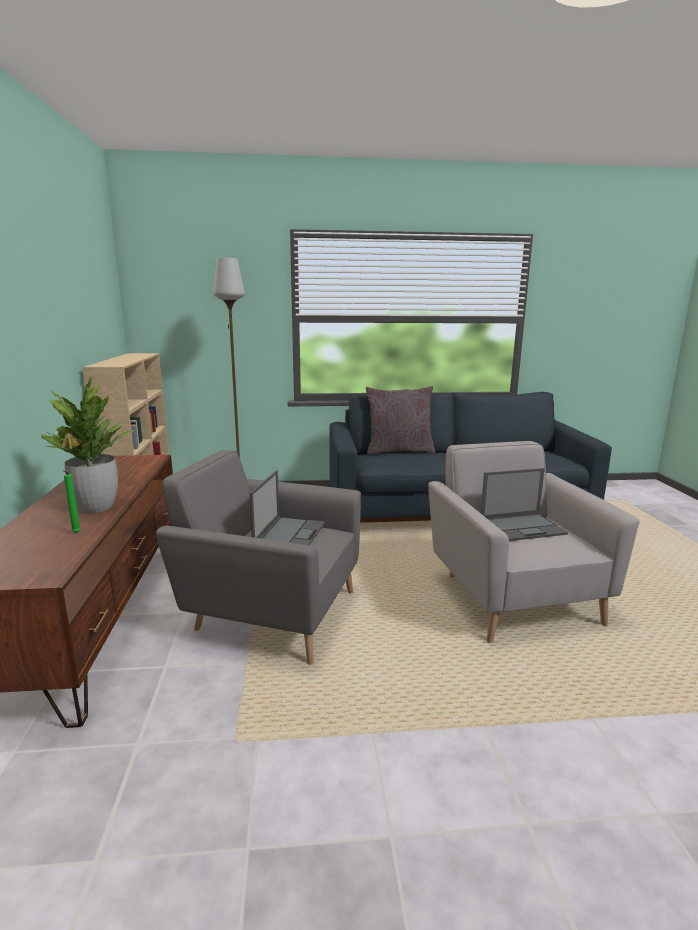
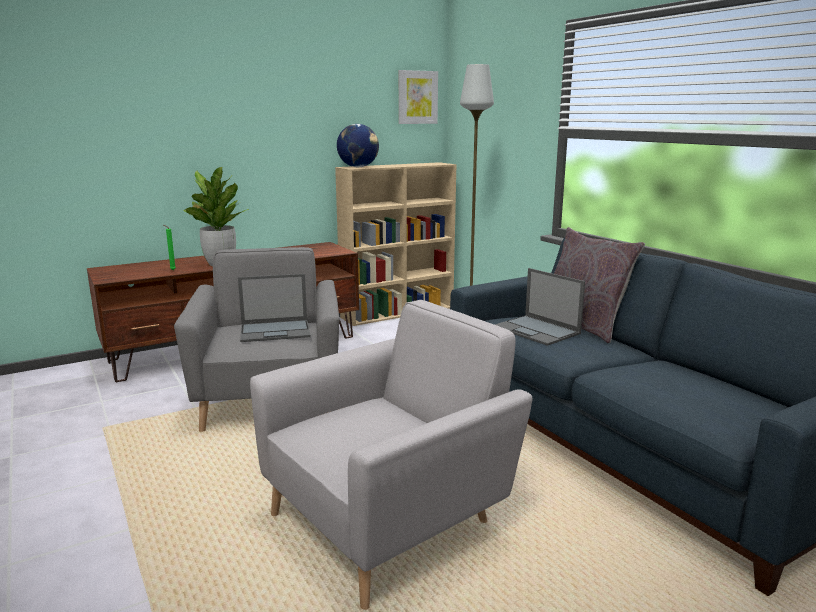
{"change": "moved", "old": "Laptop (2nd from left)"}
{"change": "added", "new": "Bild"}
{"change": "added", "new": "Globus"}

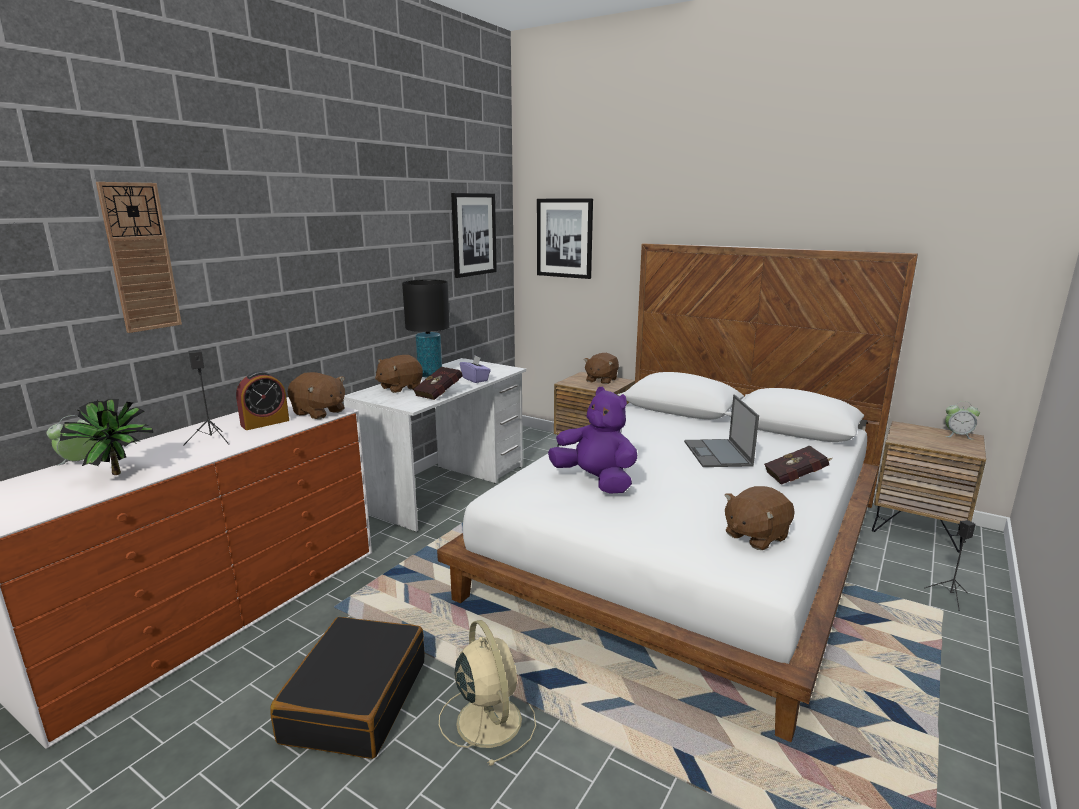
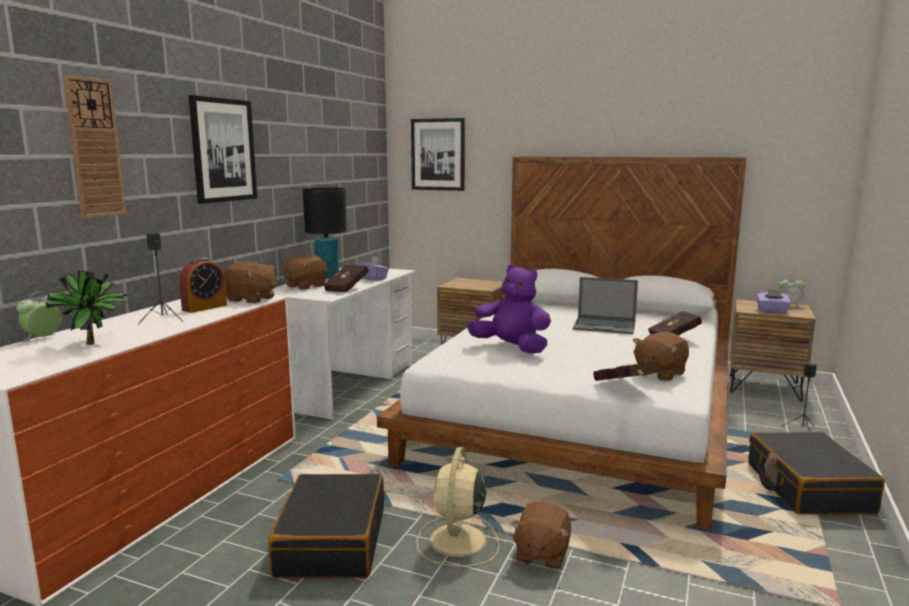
{"change": "moved", "old": "Bild (1st from left)"}
{"change": "moved", "old": "Plüschtier (braun) (3rd from left)"}
{"change": "turned", "old": "Laptop", "degrees": -60}
{"change": "turned", "old": "Ventilator (beige)", "degrees": -135}
{"change": "added", "new": "Taschentuchbox (lila) (2nd from left)"}
{"change": "added", "new": "Buch (rot) (2nd from left)"}
{"change": "added", "new": "Koffer (schwarz) (2nd from left)"}

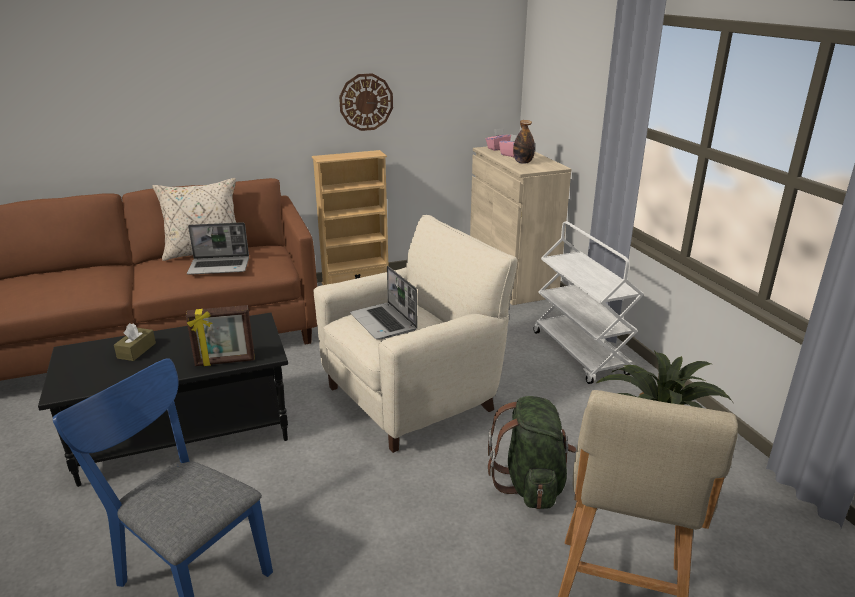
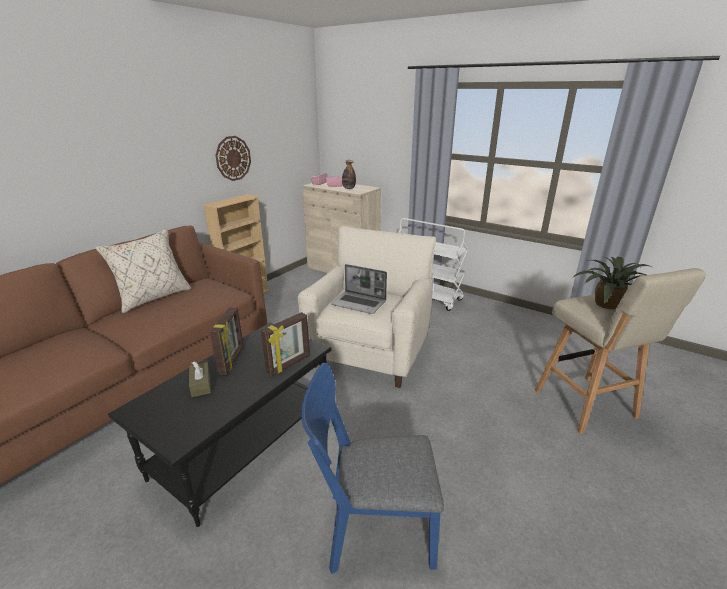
{"change": "removed", "old": "Laptop (1st from left)"}
{"change": "removed", "old": "Rucksack (grün)"}
{"change": "added", "new": "Bilderrahmen (1st from left)"}

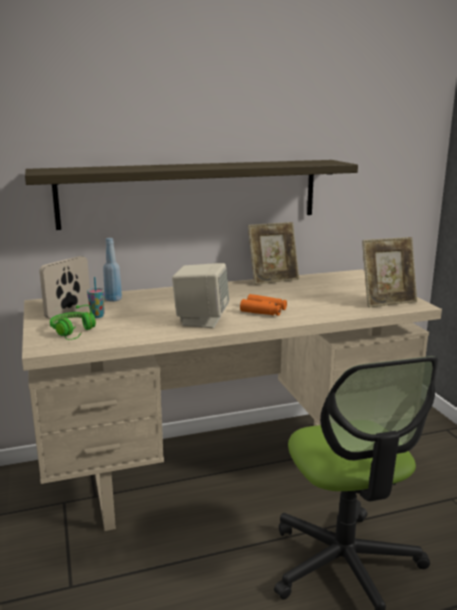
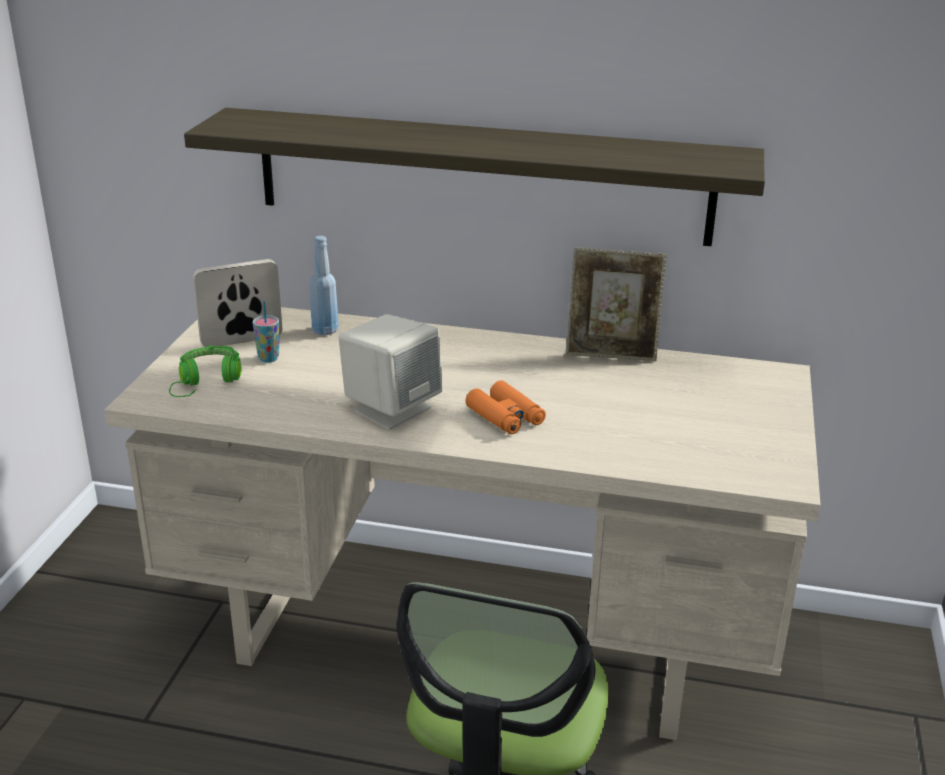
{"change": "removed", "old": "Bilderrahmen (3rd from left)"}

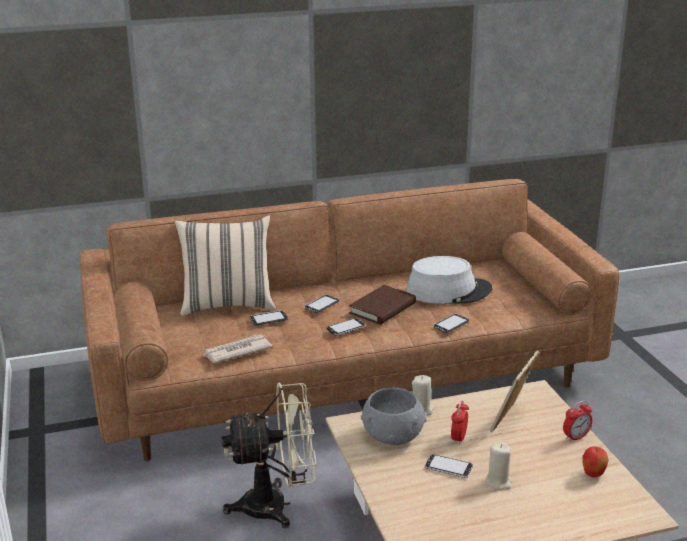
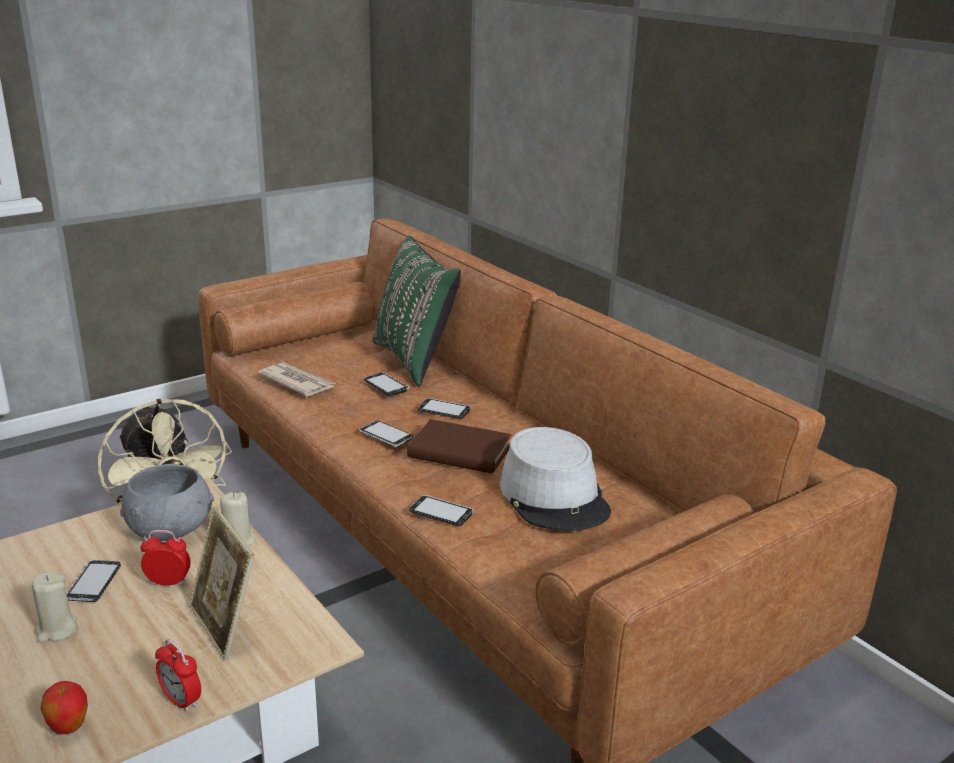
{"change": "recoloured", "old": "Kissen (beige)", "new": "Kissen (grün)"}
{"change": "turned", "old": "Bilderrahmen", "degrees": -135}

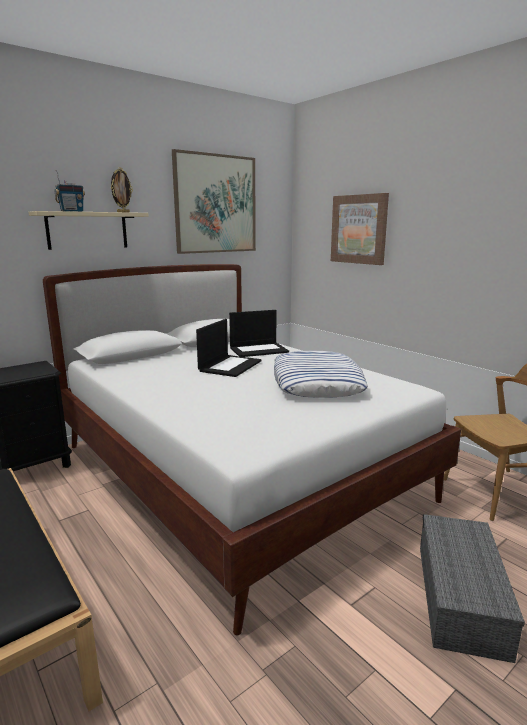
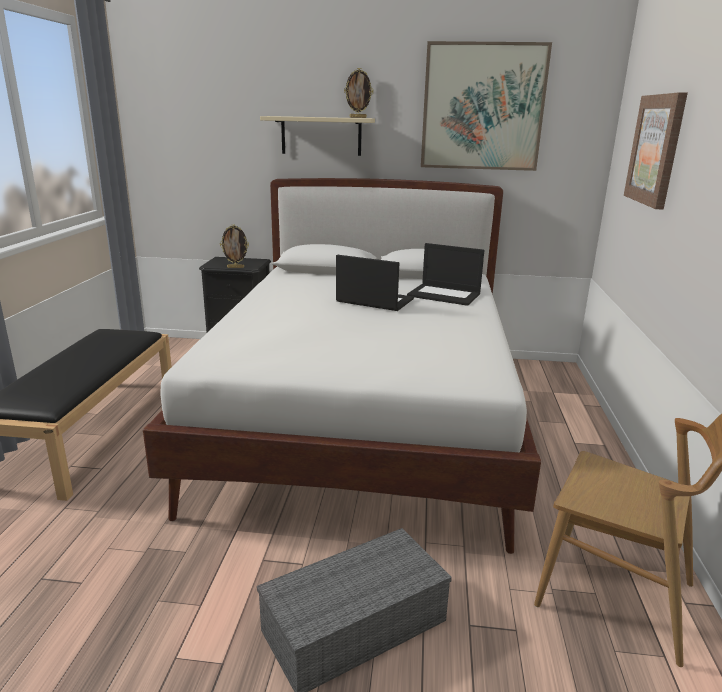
{"change": "removed", "old": "Radio"}
{"change": "turned", "old": "Laptop (1st from left)", "degrees": -135}
{"change": "removed", "old": "Kissen"}
{"change": "added", "new": "Bilderrahmen (1st from left)"}

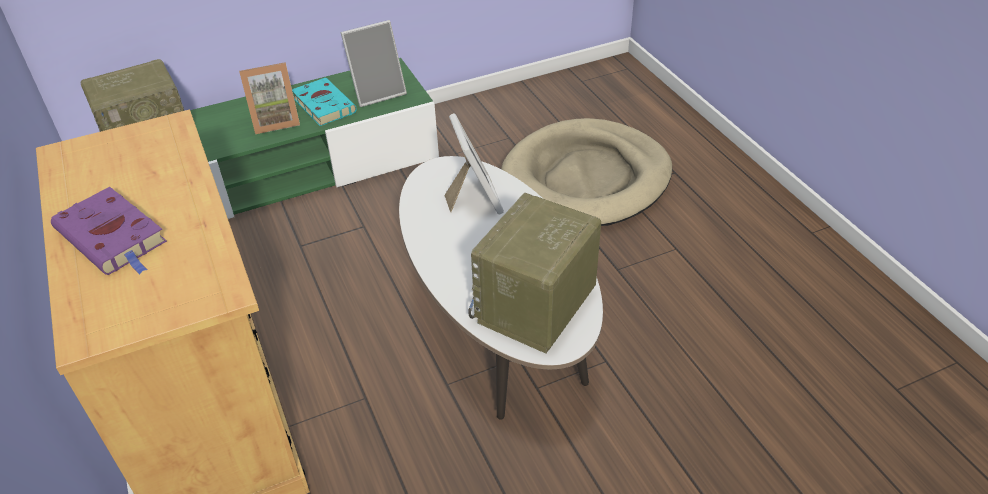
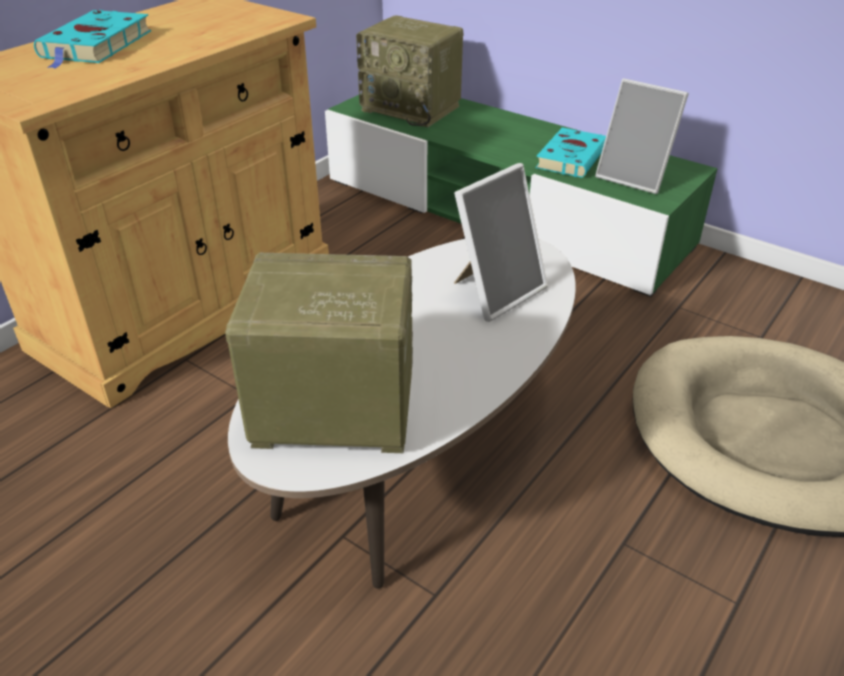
{"change": "removed", "old": "Bilderrahmen (1st from left)"}
{"change": "recoloured", "old": "Buch (lila)", "new": "Buch (türkis) (1st from left)"}

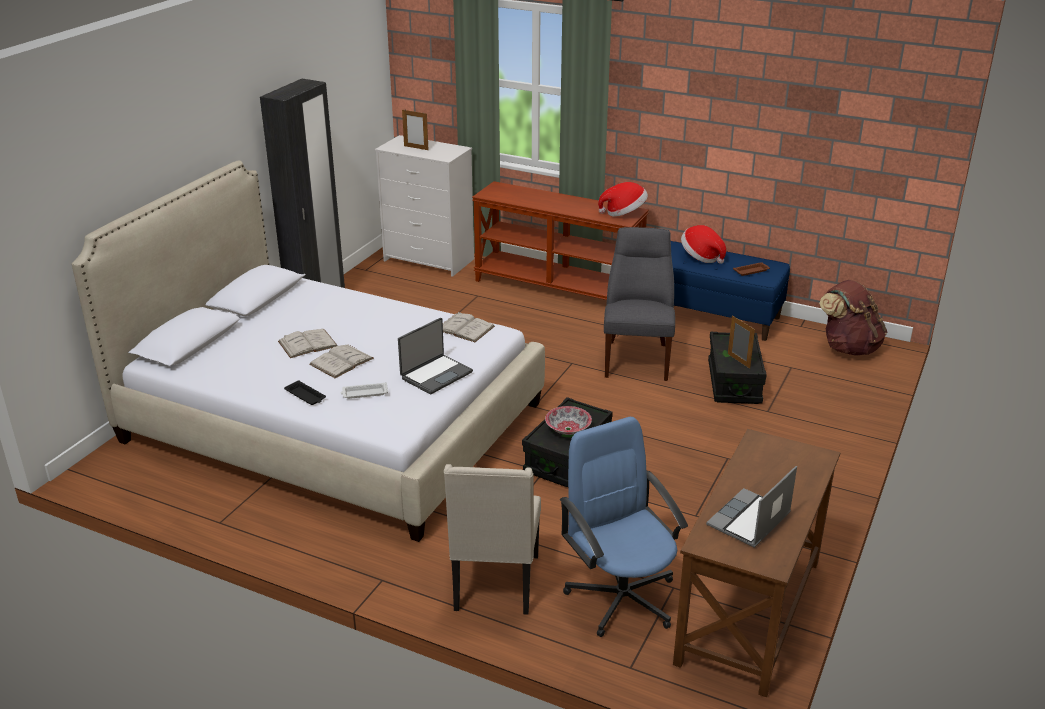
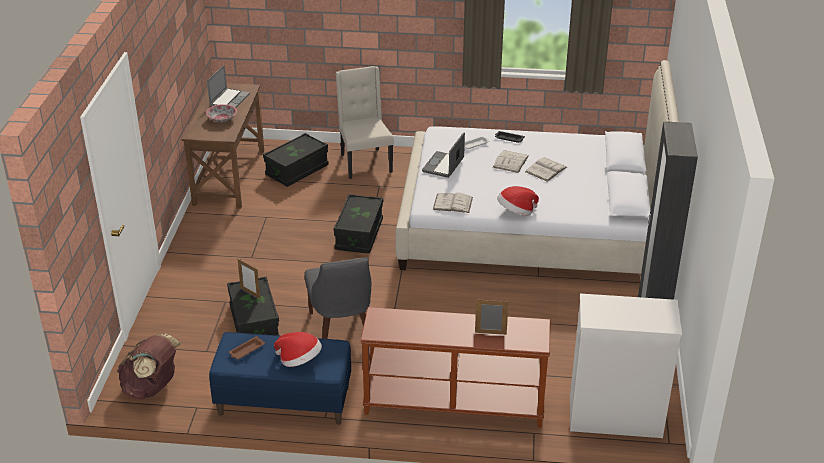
{"change": "moved", "old": "Bilderrahmen (1st from left in the first image)", "new": "Bilderrahmen (2nd from left)"}
{"change": "moved", "old": "Hut (1st from left in the first image)", "new": "Hut (2nd from left)"}
{"change": "moved", "old": "Schüssel"}
{"change": "replaced", "old": "Bürostuhl (blau)", "new": "Aufbewahrungsbox (schwarz) (2nd from left)"}

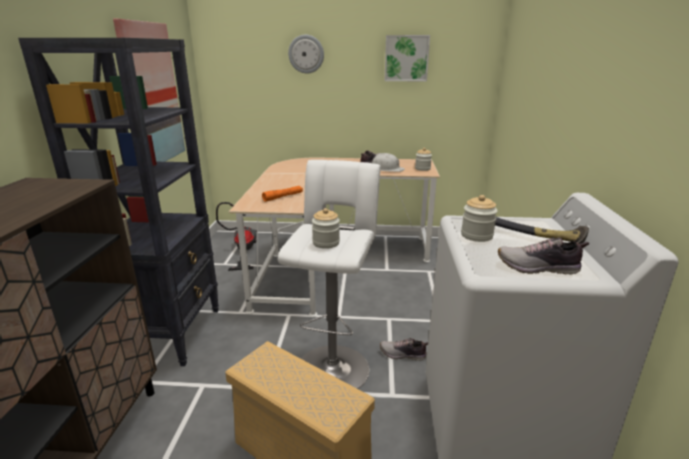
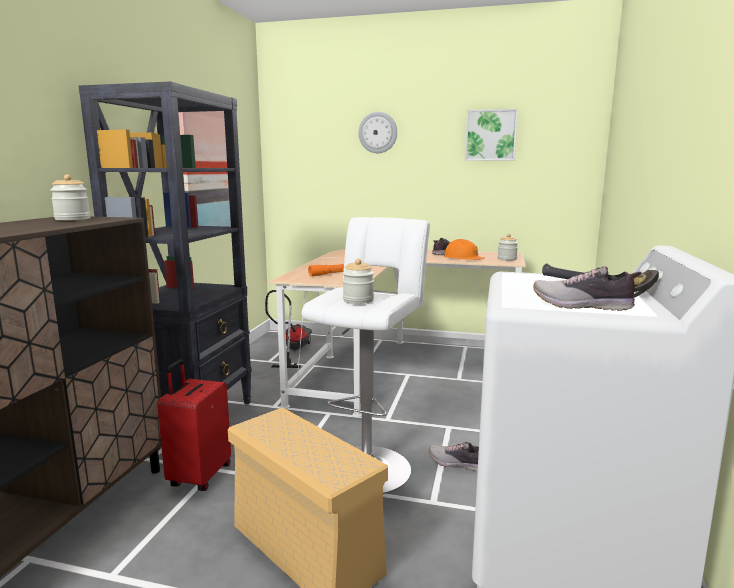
{"change": "recoloured", "old": "Schutzhelm (weiß)", "new": "Schutzhelm (orange)"}
{"change": "moved", "old": "Vorratsglas (3rd from left in the first image)", "new": "Vorratsglas (1st from left)"}
{"change": "added", "new": "Koffer (rot)"}

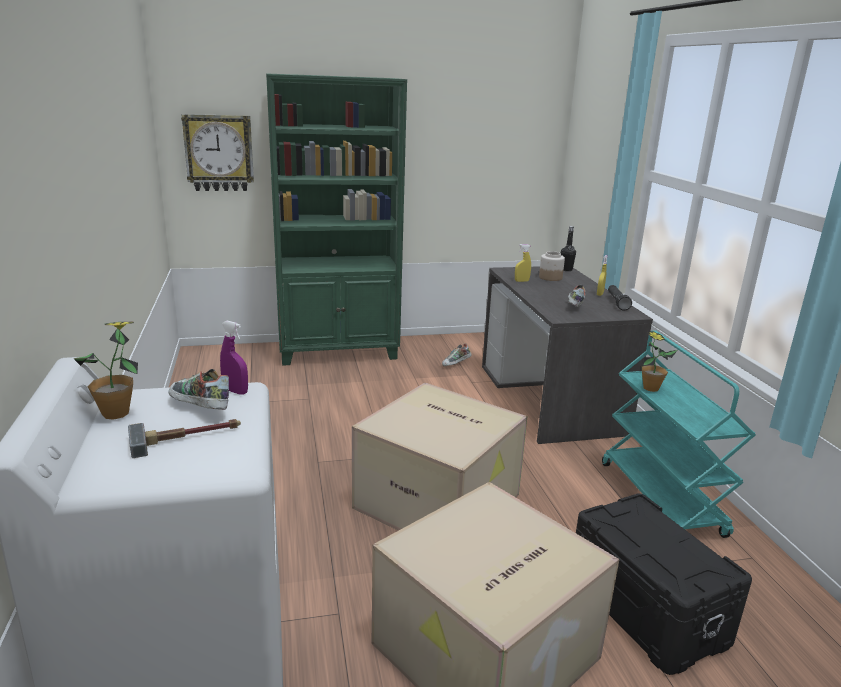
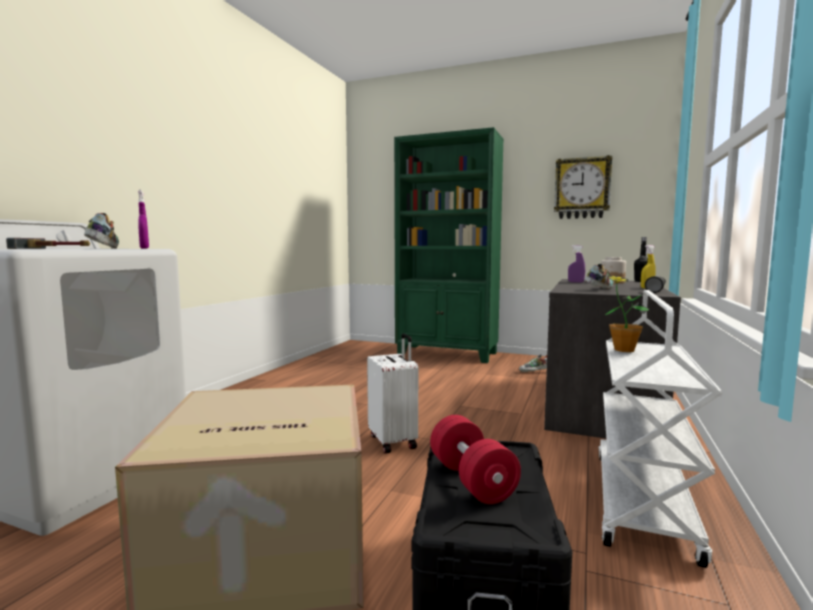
{"change": "moved", "old": "Wanduhr"}
{"change": "recoloured", "old": "Sprühflasche (gelb) (1st from left)", "new": "Sprühflasche (lila) (2nd from left)"}
{"change": "removed", "old": "Topfpflanze (1st from left)"}
{"change": "recoloured", "old": "Rollwagen (türkis)", "new": "Rollwagen (weiß)"}
{"change": "replaced", "old": "Karton (1st from left)", "new": "Koffer (weiß)"}
{"change": "added", "new": "Hantel (rot)"}

